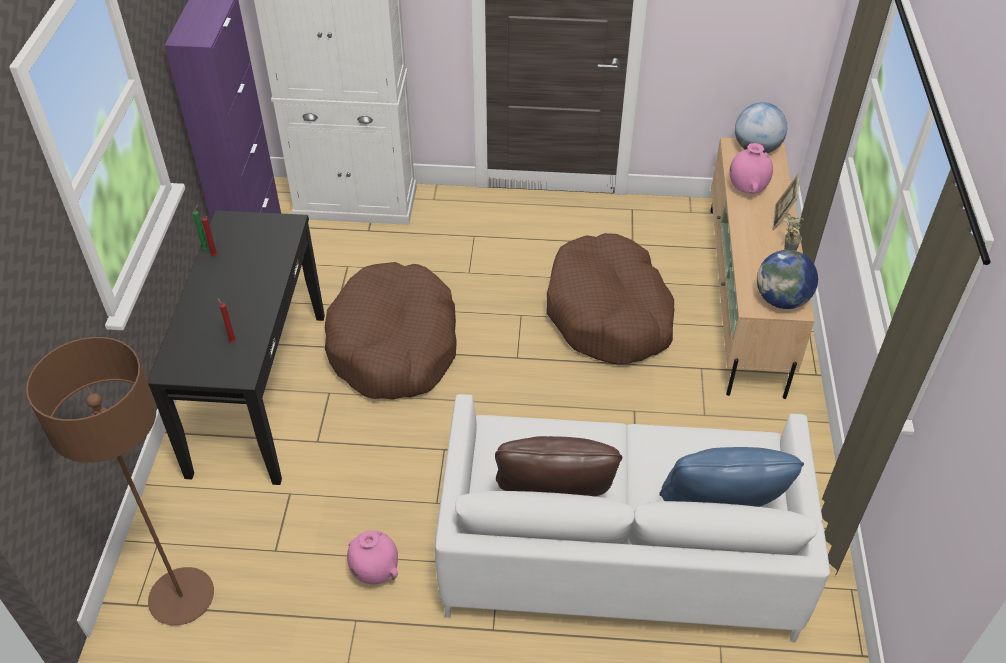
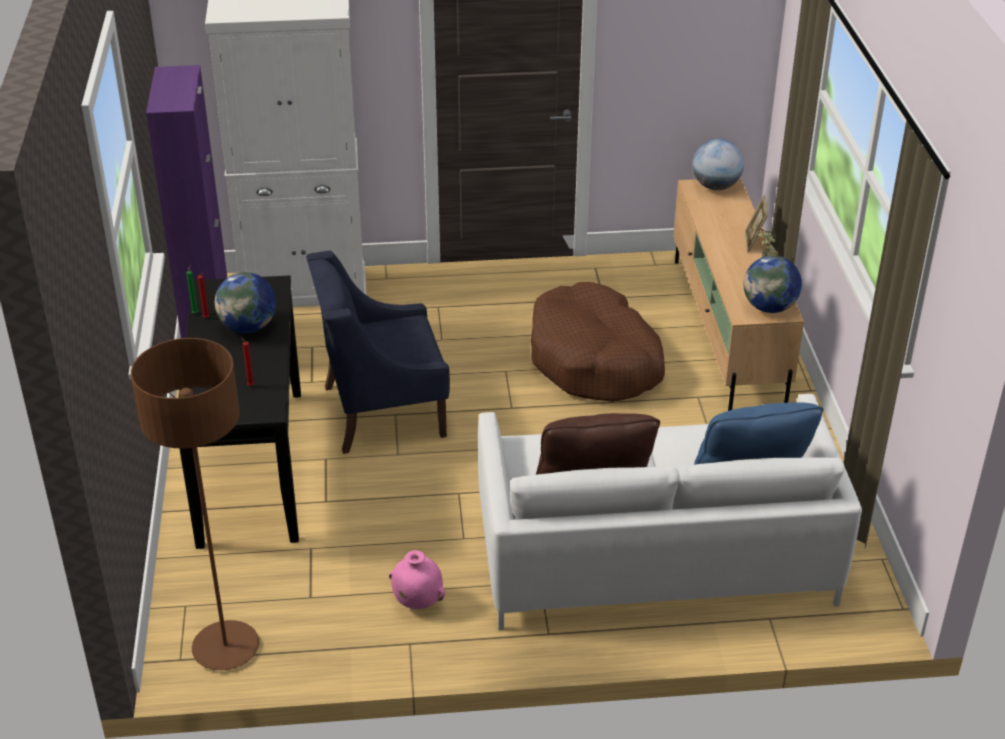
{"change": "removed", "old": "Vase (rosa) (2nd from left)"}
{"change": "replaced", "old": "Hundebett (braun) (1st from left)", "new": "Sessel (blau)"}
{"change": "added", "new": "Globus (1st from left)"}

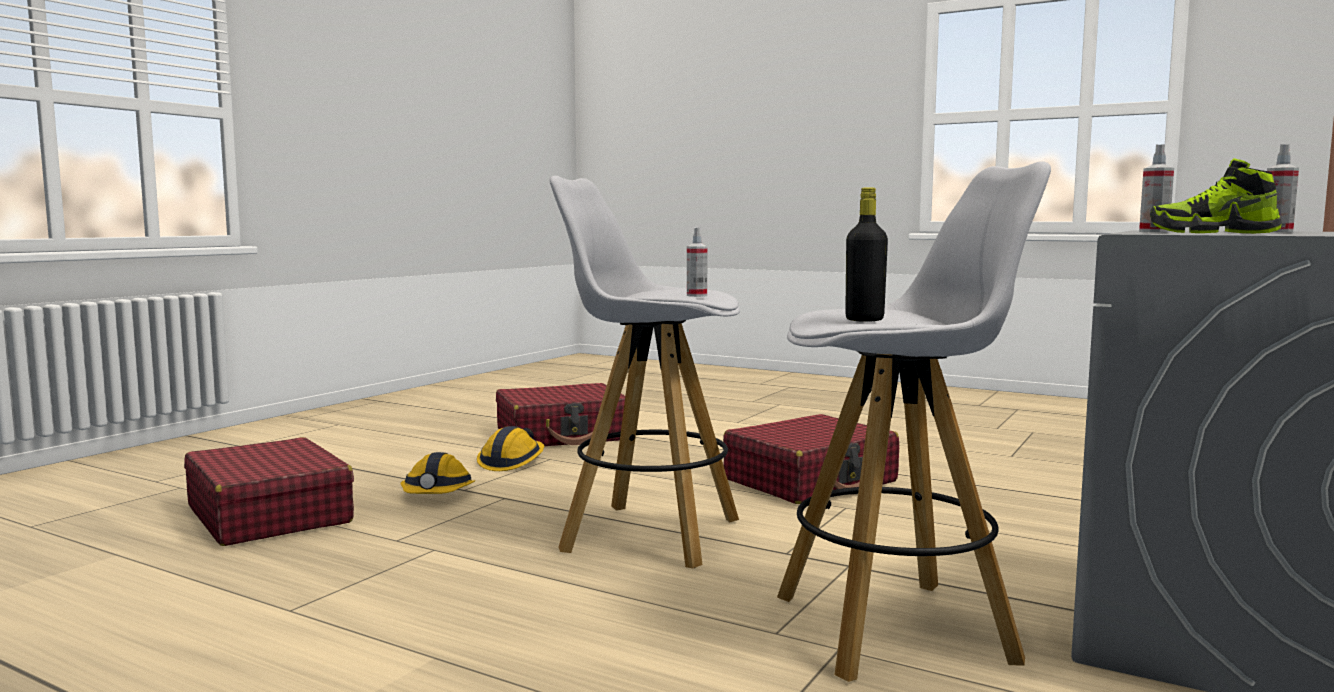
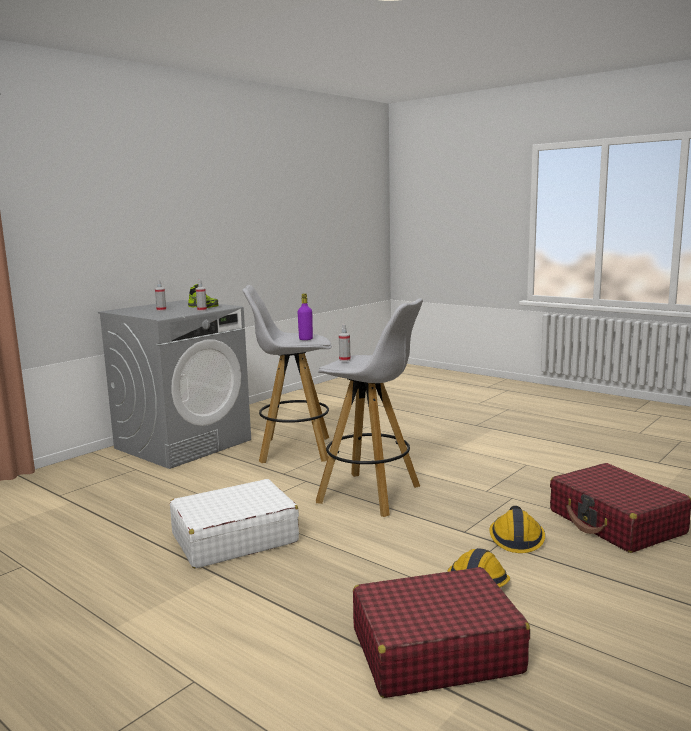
{"change": "recoloured", "old": "Flasche (schwarz)", "new": "Flasche (lila)"}
{"change": "recoloured", "old": "Koffer (rot) (3rd from left)", "new": "Koffer (weiß)"}

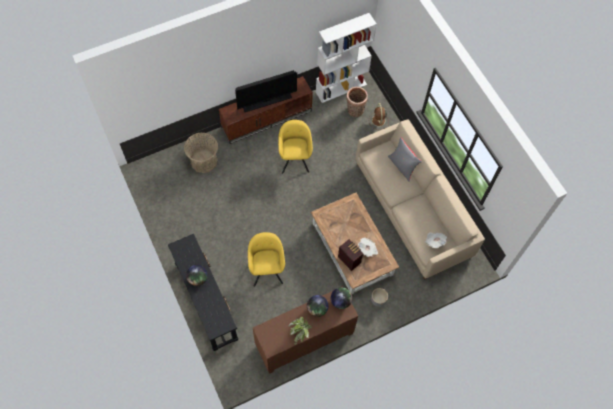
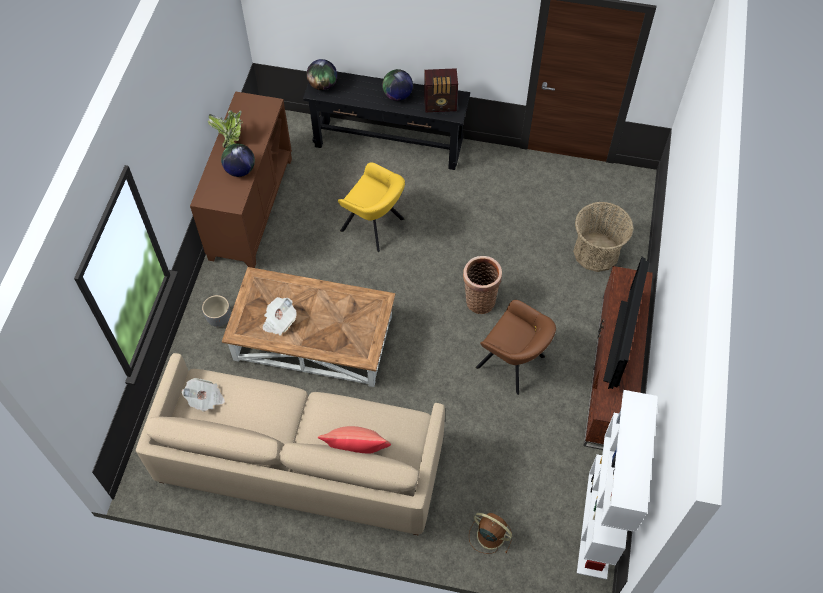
{"change": "moved", "old": "Korb (2nd from left in the first image)", "new": "Korb (1st from left)"}
{"change": "recoloured", "old": "Sessel (gelb) (2nd from left)", "new": "Sessel (braun)"}
{"change": "recoloured", "old": "Kissen (grau)", "new": "Kissen (rot)"}
{"change": "moved", "old": "Radio"}
{"change": "moved", "old": "Globus (3rd from left in the first image)", "new": "Globus (2nd from left)"}

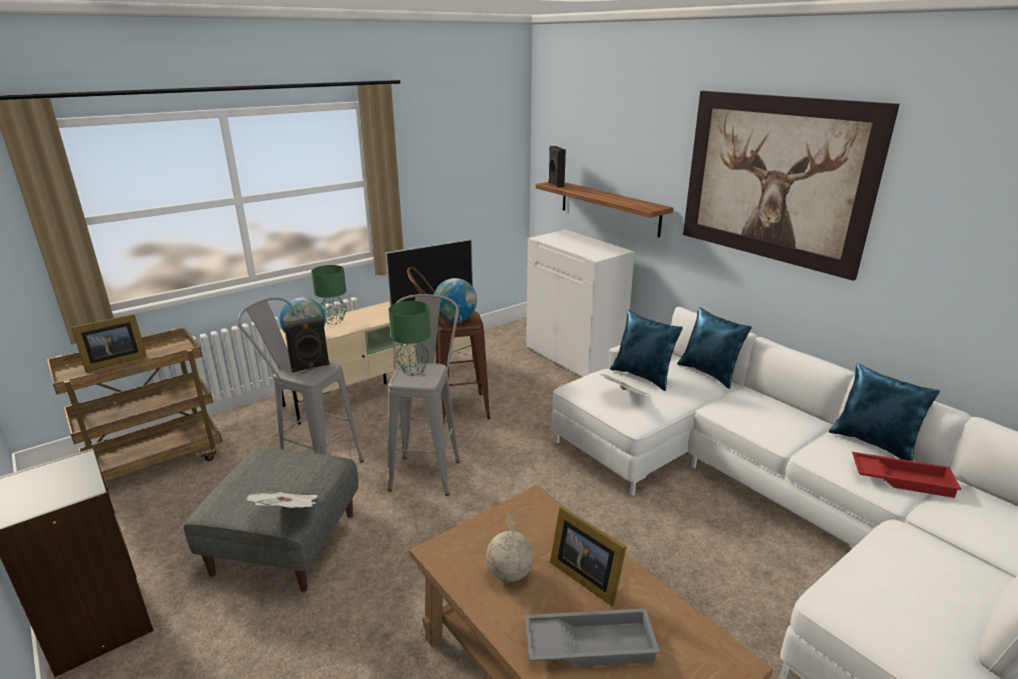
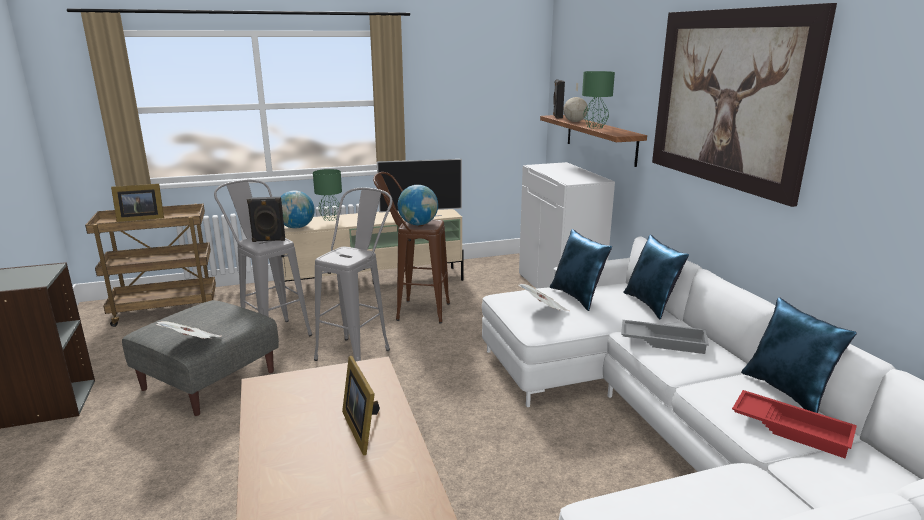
{"change": "moved", "old": "Tischlampe (grün) (2nd from left)"}
{"change": "moved", "old": "Globus (3rd from left)"}
{"change": "moved", "old": "Tablett (grau)"}

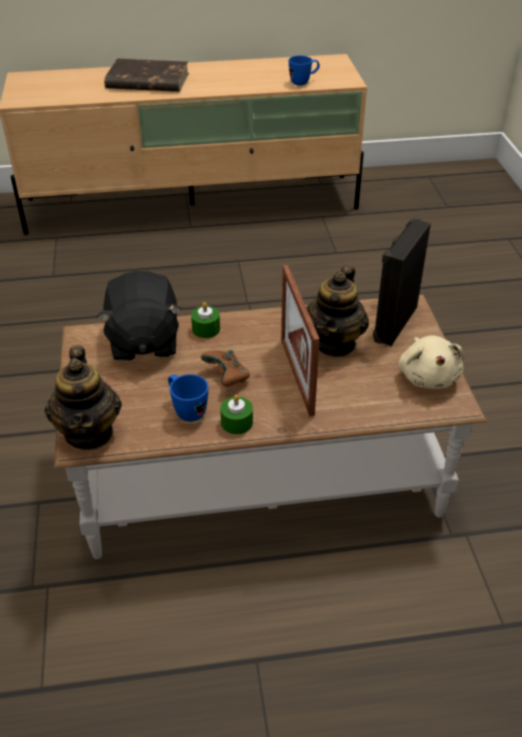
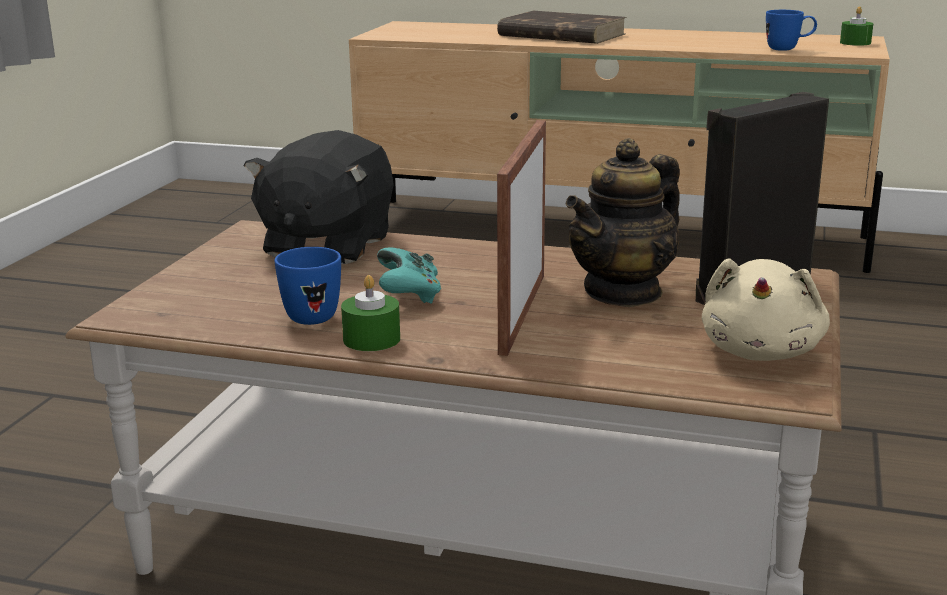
{"change": "moved", "old": "Kerze (grün) (1st from left in the first image)", "new": "Kerze (grün) (2nd from left)"}
{"change": "removed", "old": "Teekanne (1st from left)"}
{"change": "recoloured", "old": "Gamepad (braun)", "new": "Gamepad (türkis)"}

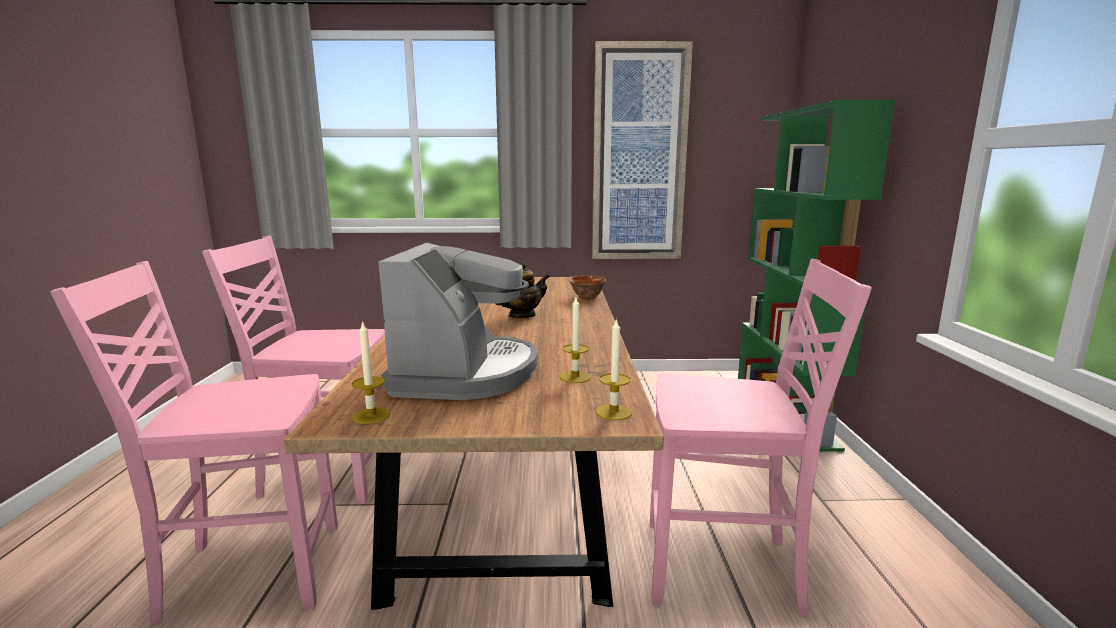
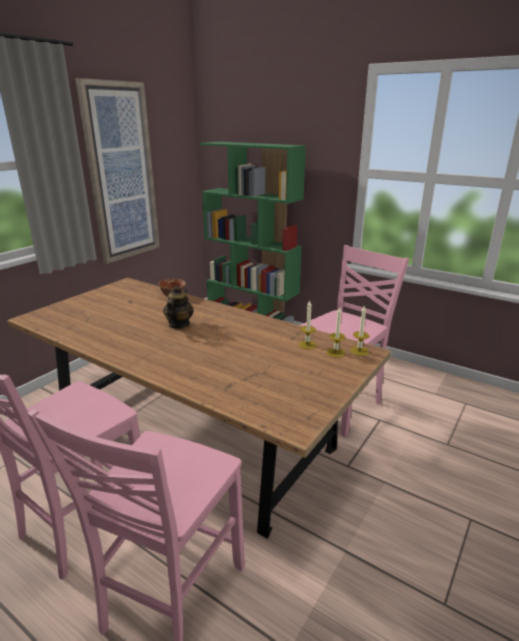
{"change": "removed", "old": "Kaffeemaschine"}
{"change": "moved", "old": "Kerze (1st from left in the first image)", "new": "Kerze (2nd from left)"}

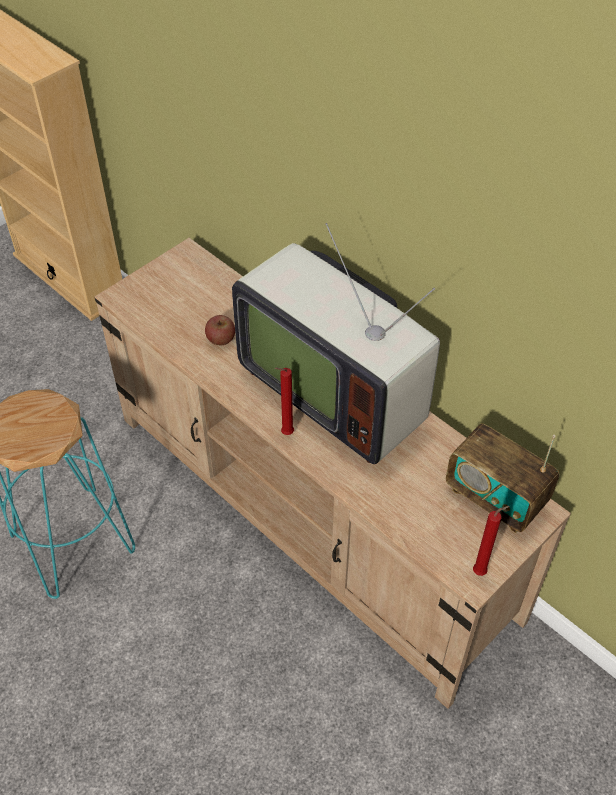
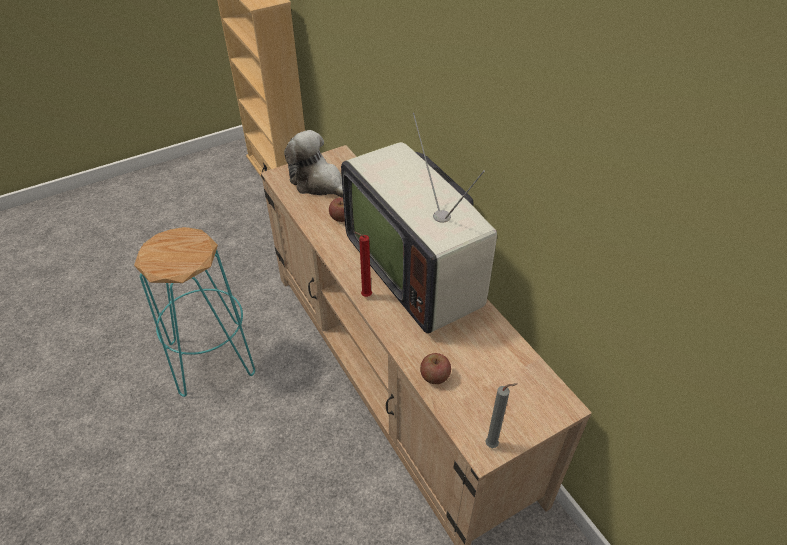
{"change": "removed", "old": "Radio"}
{"change": "recoloured", "old": "Kerze (rot) (2nd from left)", "new": "Kerze (grau)"}
{"change": "added", "new": "Plüschtier"}
{"change": "added", "new": "Apfel (2nd from left)"}

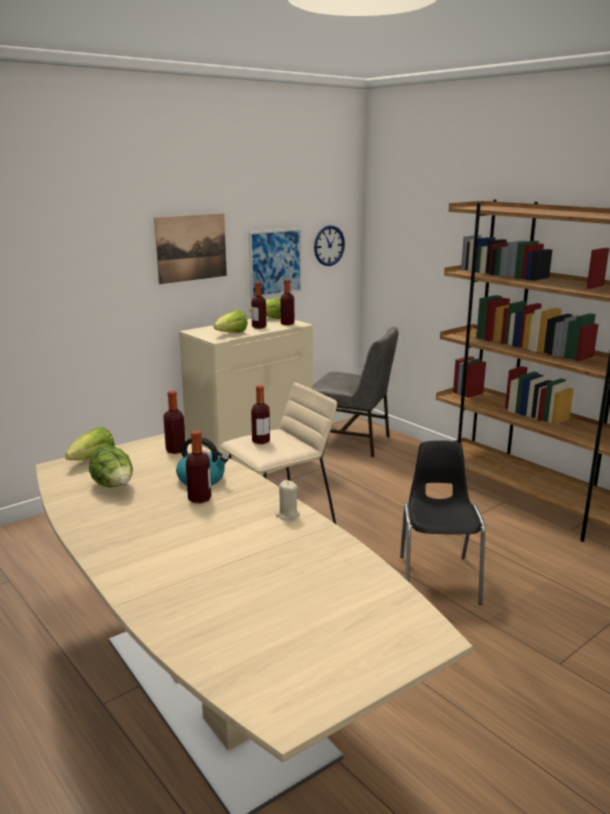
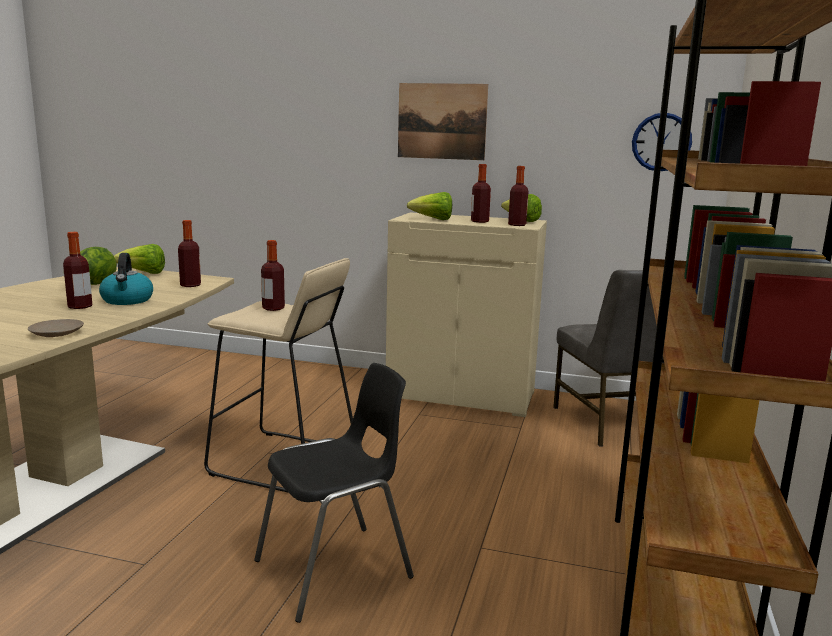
{"change": "removed", "old": "Bild (2nd from left)"}
{"change": "replaced", "old": "Kerze (beige)", "new": "Teller (beige)"}

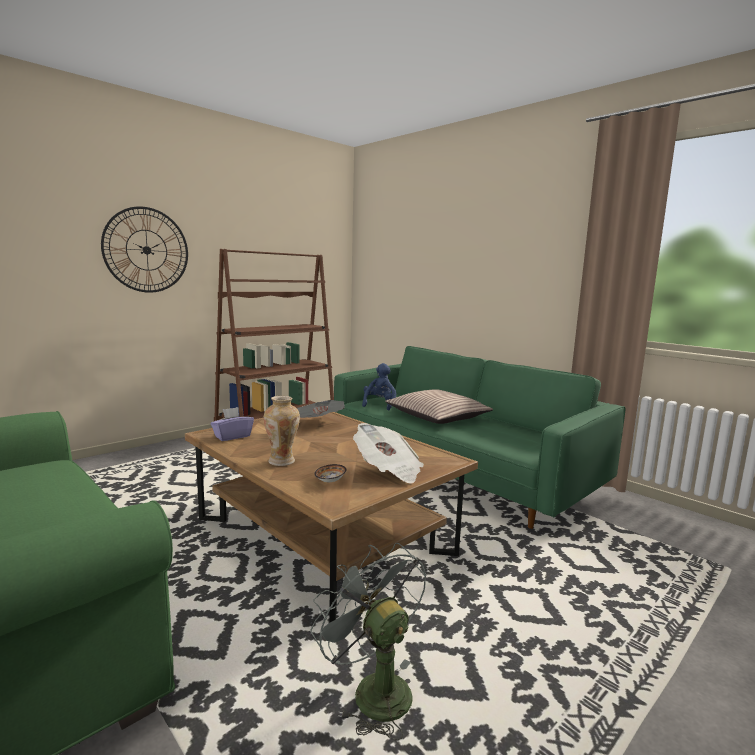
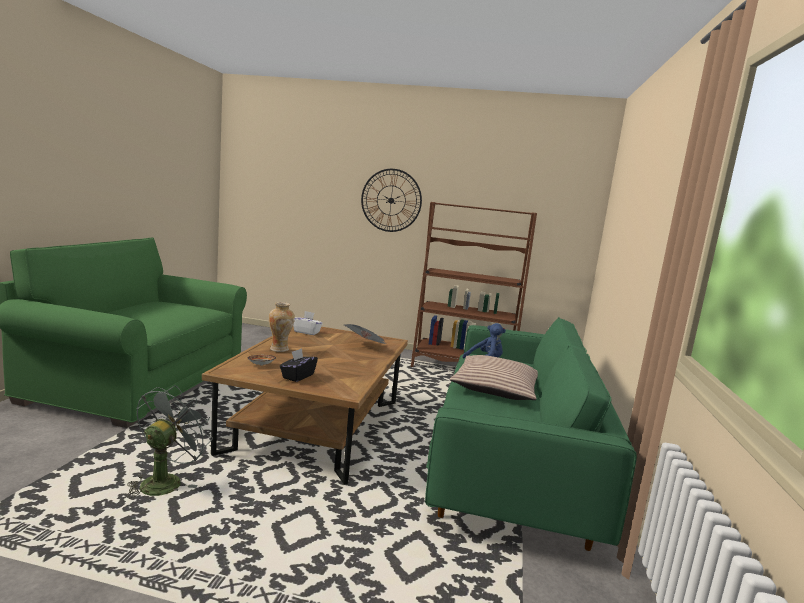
{"change": "recoloured", "old": "Taschentuchbox (lila)", "new": "Taschentuchbox (weiß)"}
{"change": "replaced", "old": "Zeitung (2nd from left)", "new": "Taschentuchbox (schwarz)"}

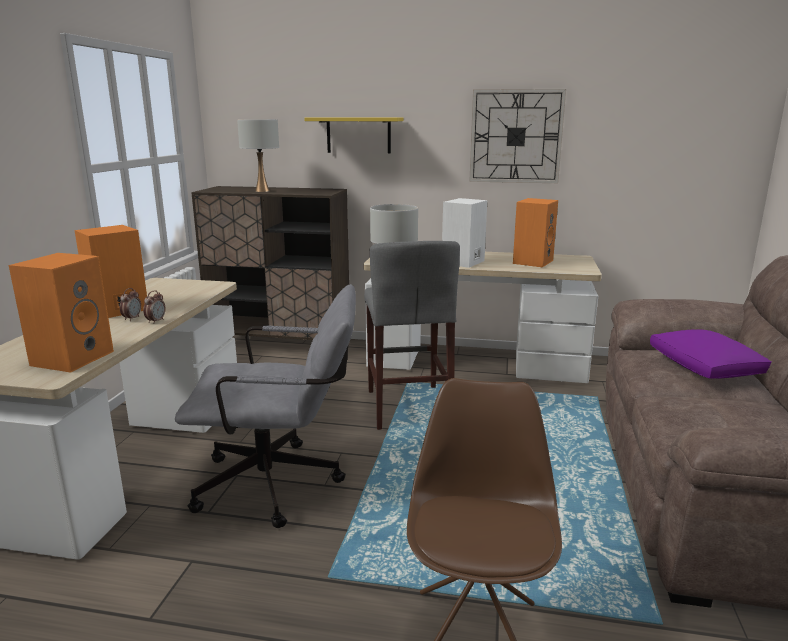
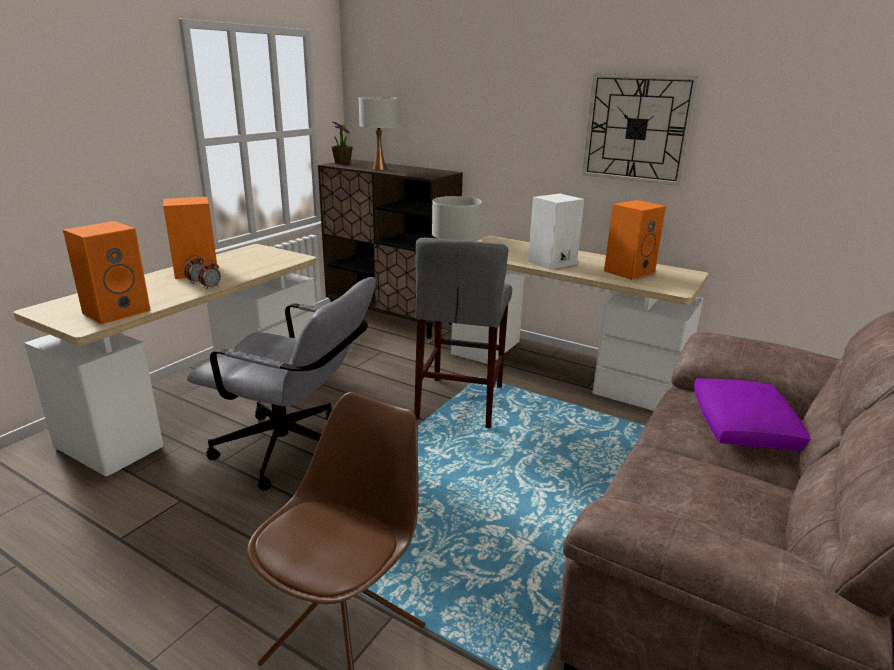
{"change": "removed", "old": "Wandregal (gelb)"}
{"change": "added", "new": "Topfpflanze"}

